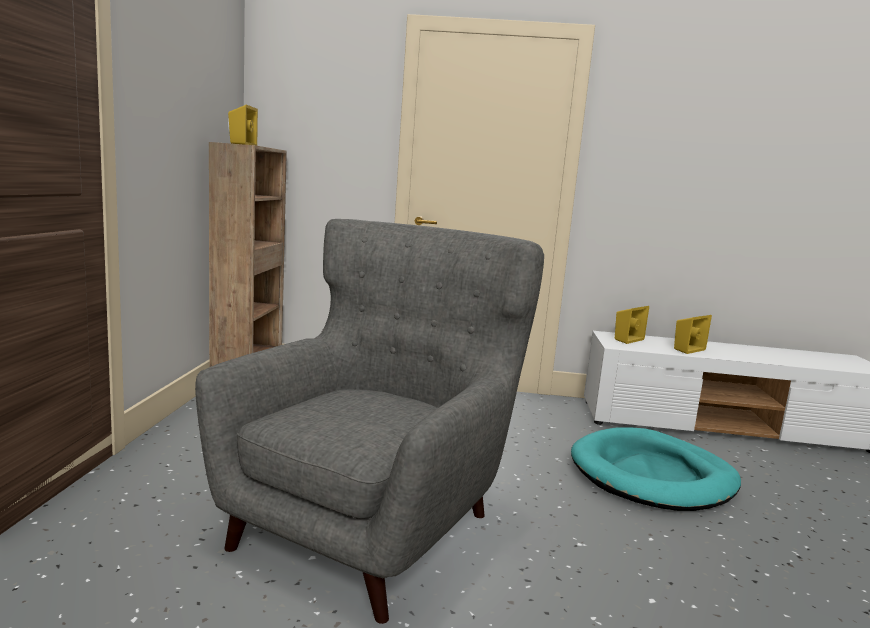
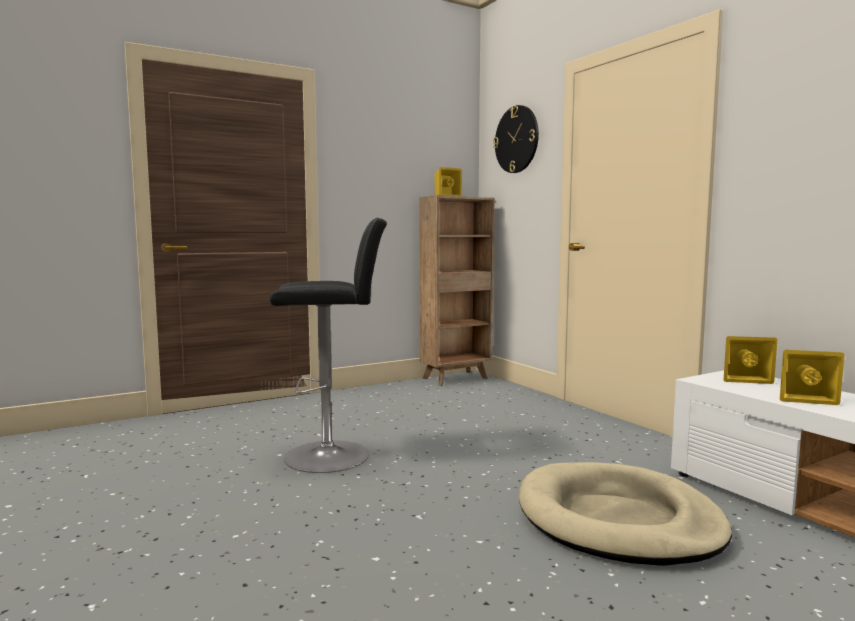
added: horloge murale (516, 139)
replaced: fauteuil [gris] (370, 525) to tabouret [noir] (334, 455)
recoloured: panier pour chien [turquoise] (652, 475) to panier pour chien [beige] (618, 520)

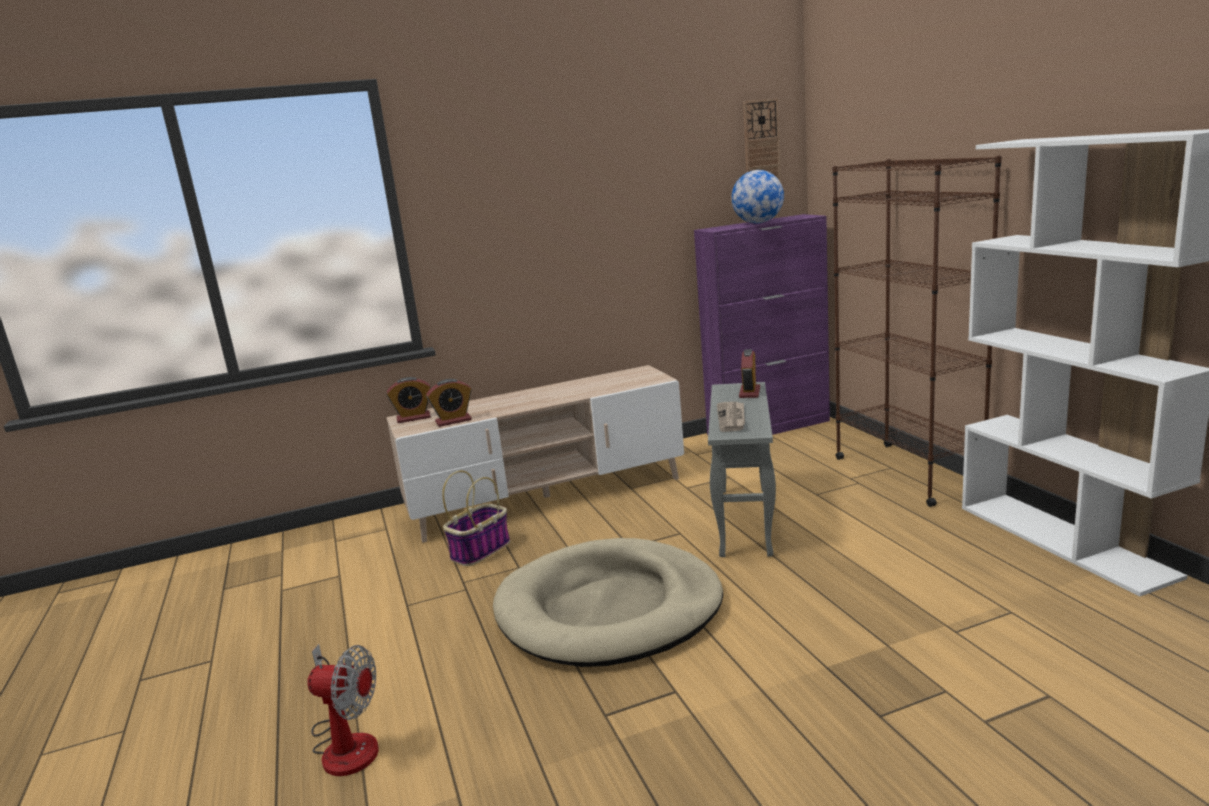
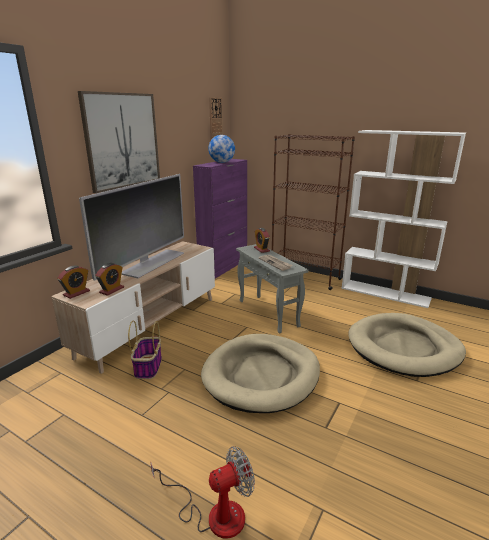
added: tableau (122, 141); téléviseur (152, 263); panier pour chien [beige] (404, 348)

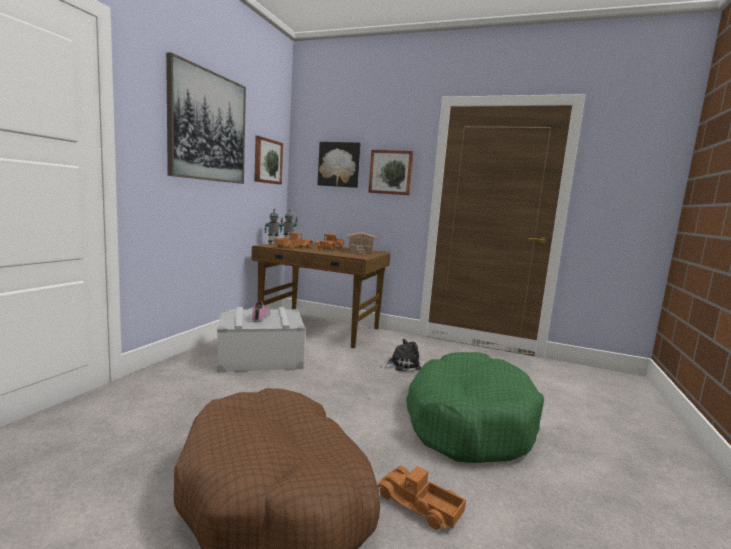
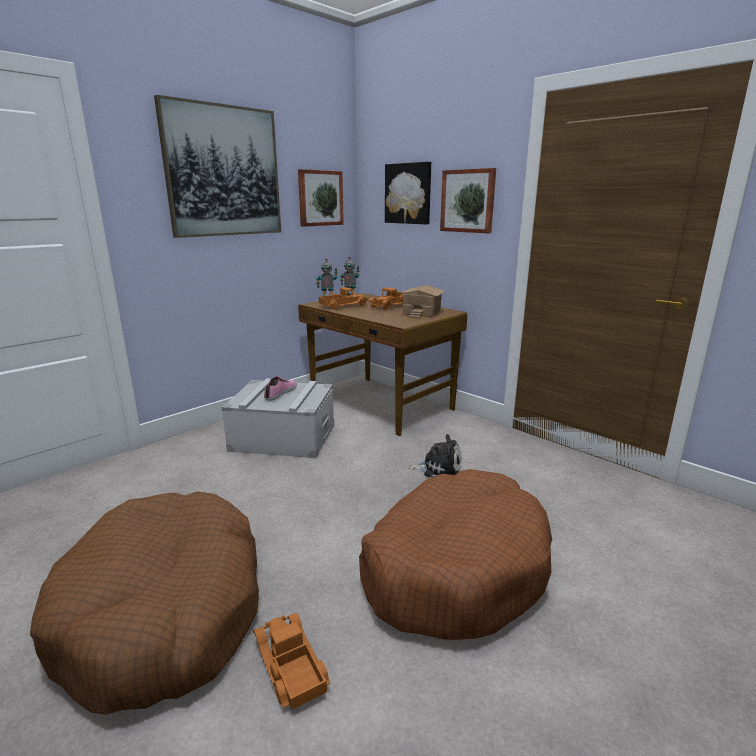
recoloured: panier pour chien [vert] (468, 421) to panier pour chien [marron] (454, 567)

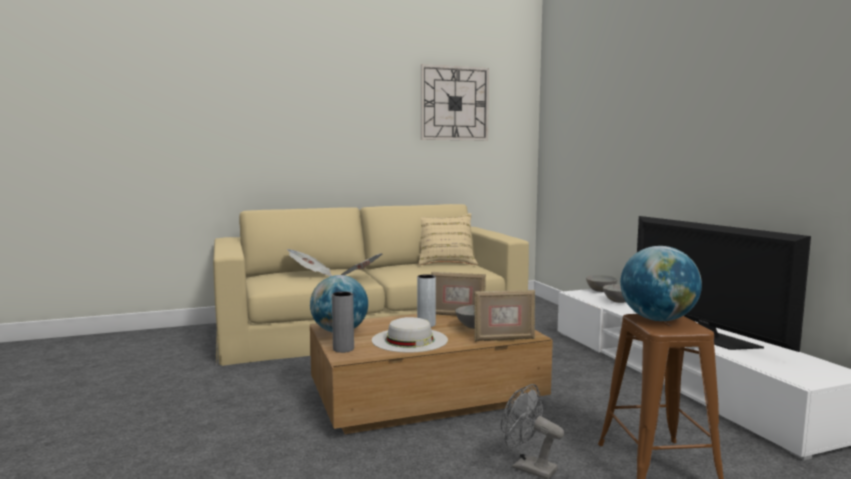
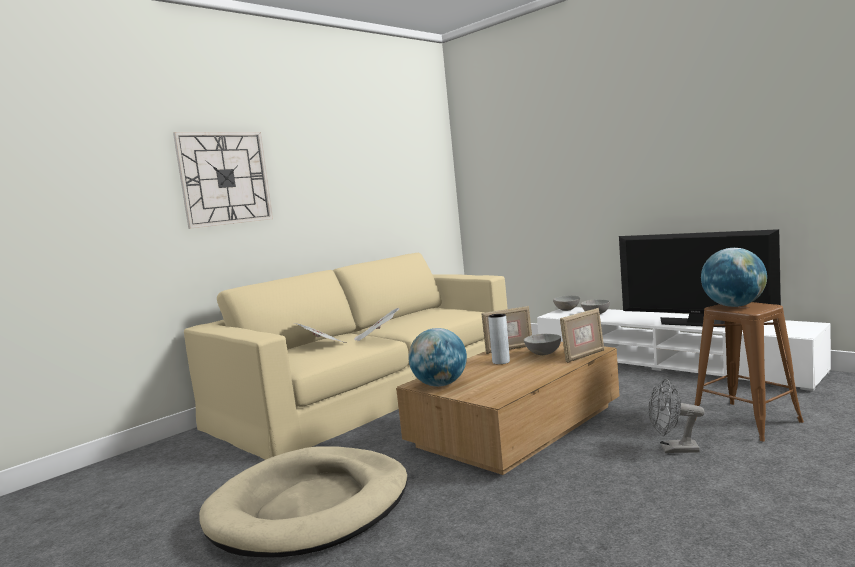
removed: vase [gris] (343, 349); chapeau [blanc] (410, 340); coussin [beige] (445, 262)
added: panier pour chien [beige] (310, 506)
moved: horloge murale (454, 103) to (225, 178)

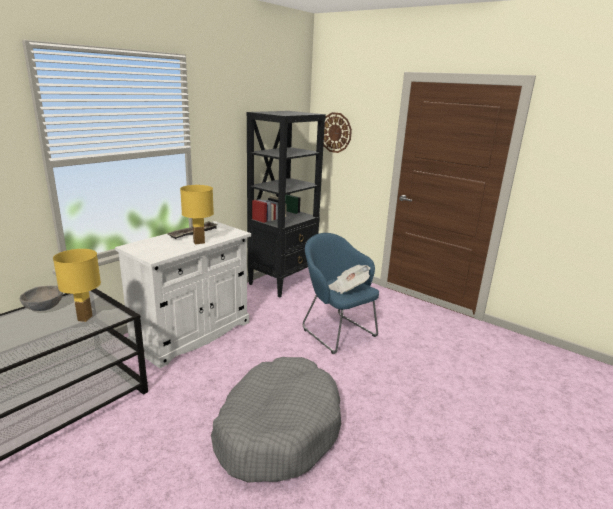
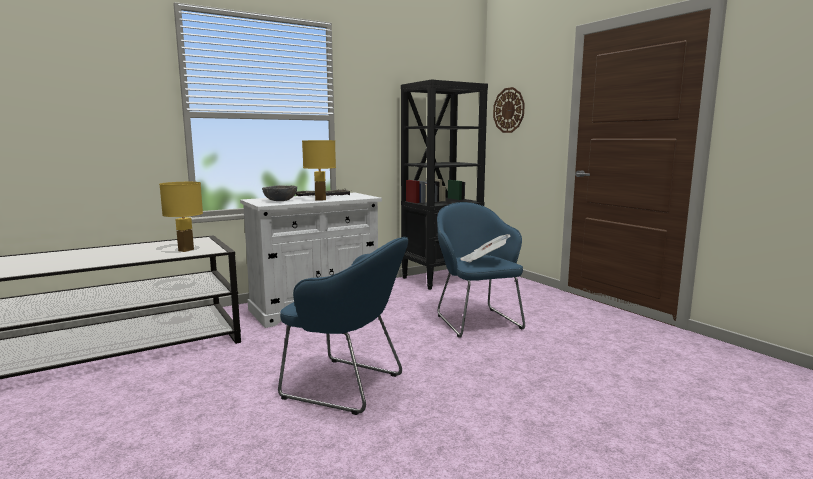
moved: bol [gris] (44, 307) to (280, 200)
replaced: panier pour chien [gris] (277, 429) to fauteuil [bleu] (348, 387)

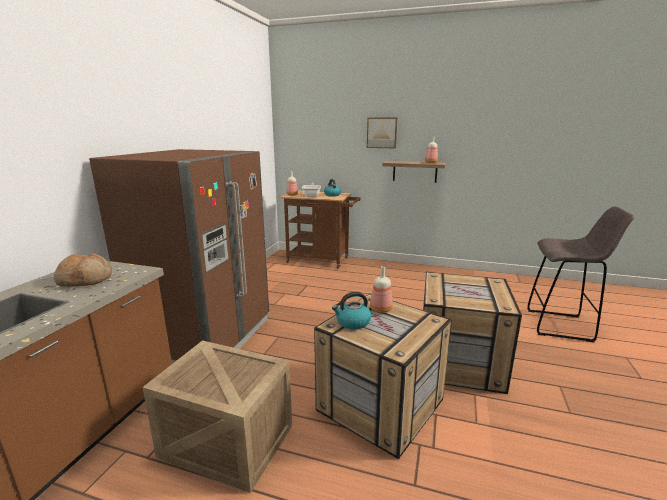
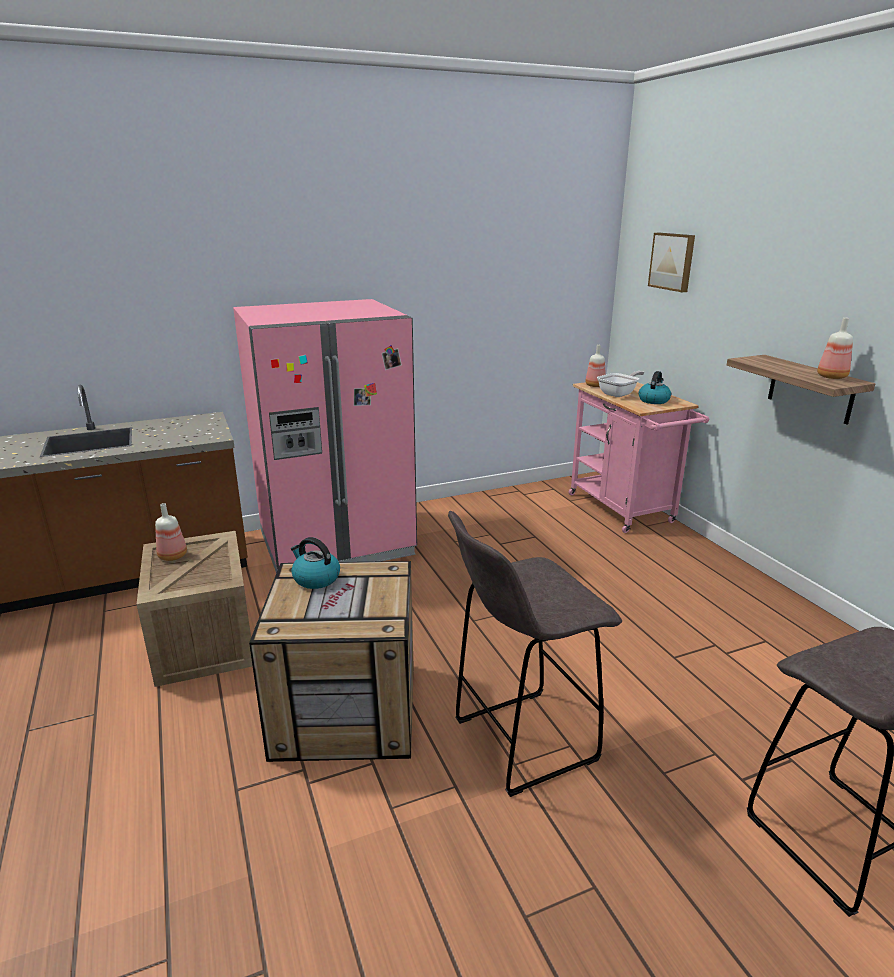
removed: pain (85, 280)
moved: tableau (382, 132) to (672, 261); bouteille (380, 309) to (173, 556)
replaced: caisse (457, 361) to tabouret [gris] (520, 741)
recoloured: réfrigérateur [marron] (206, 338) to réfrigérateur [rose] (336, 544); chariot [marron] (321, 260) to chariot [rose] (625, 511)

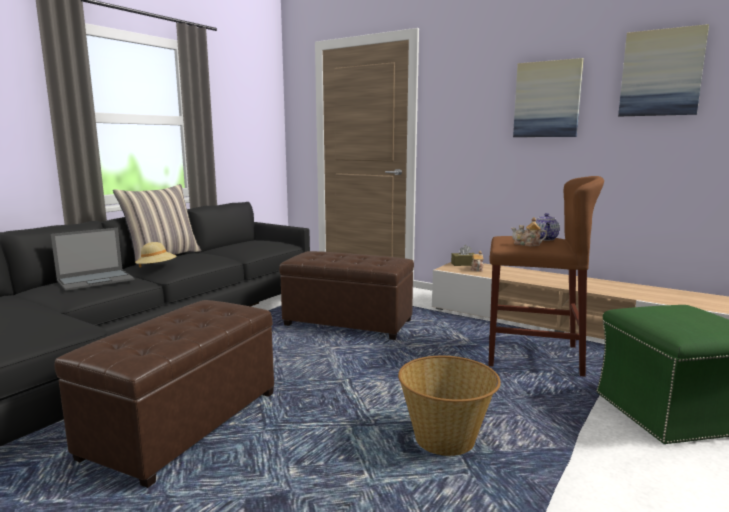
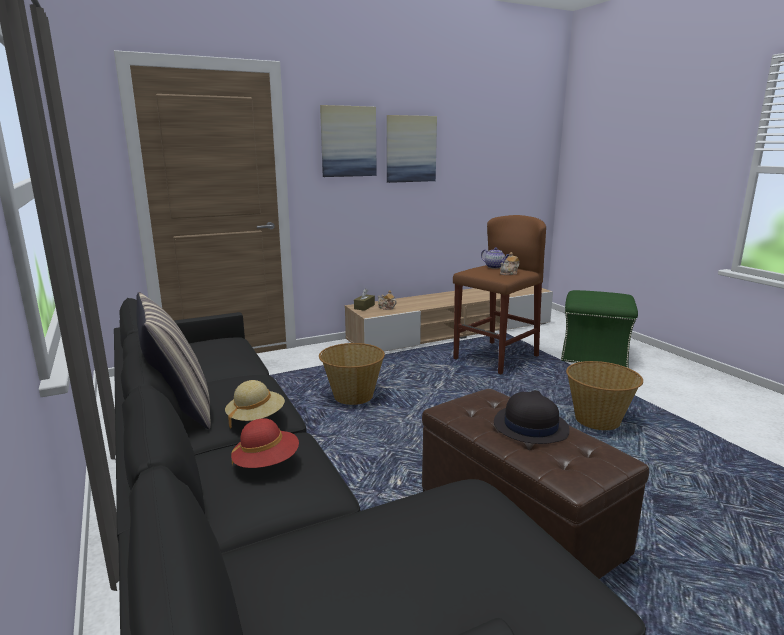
added: chapeau [noir] (530, 426)
moved: tableau (661, 73) to (348, 141)
replaced: ordinateur portable (96, 280) to chapeau [rouge] (266, 463); pouf [marron] (348, 323) to panier (352, 396)

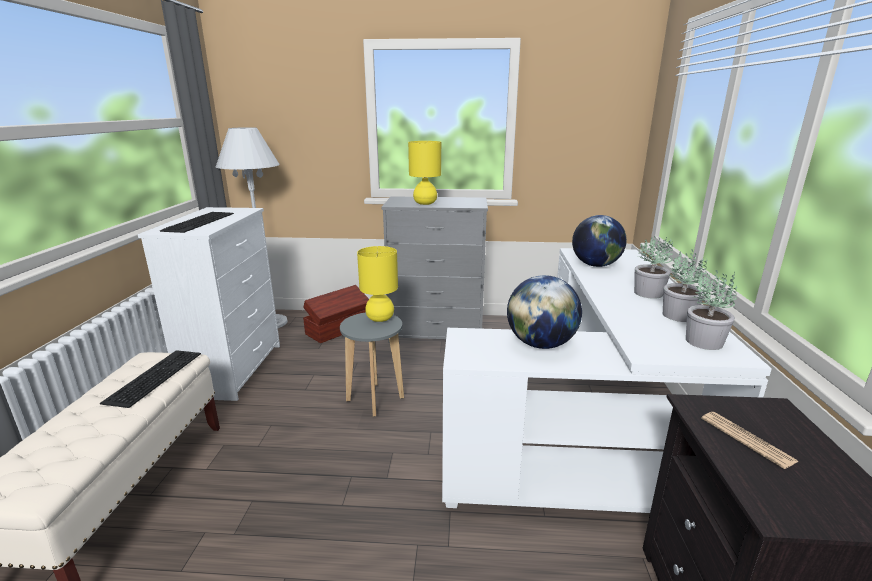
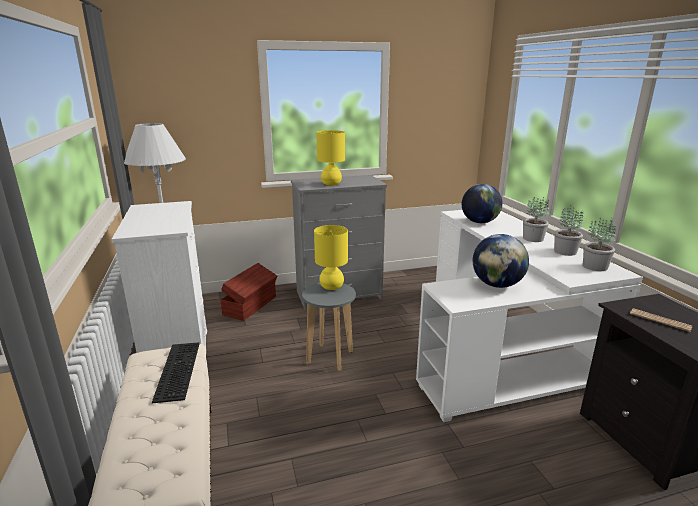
removed: clavier (200, 222)

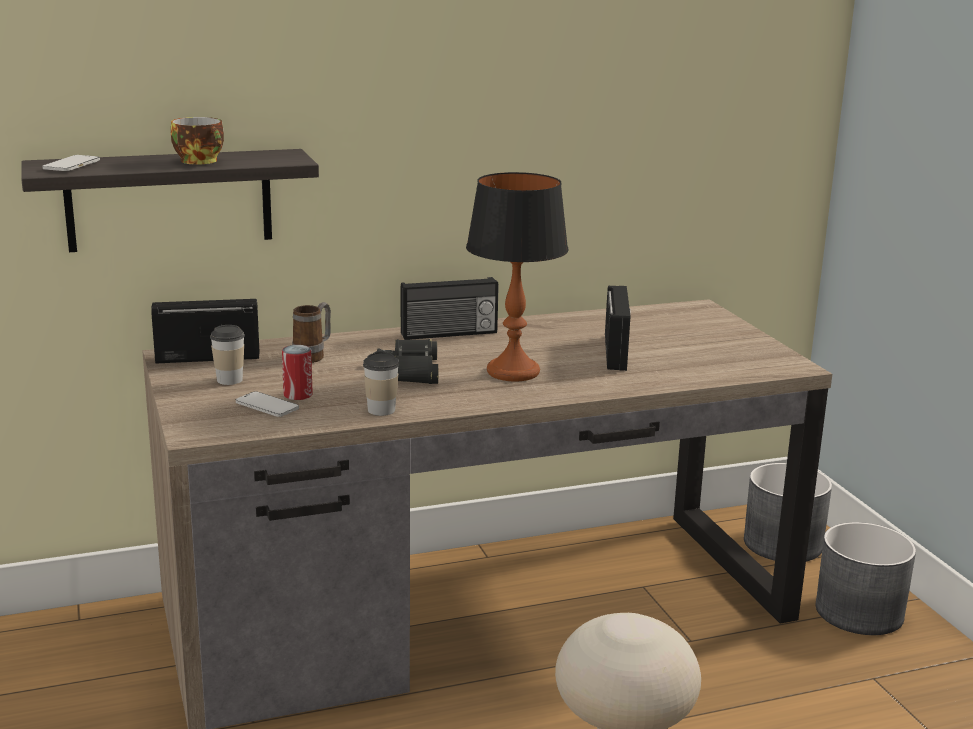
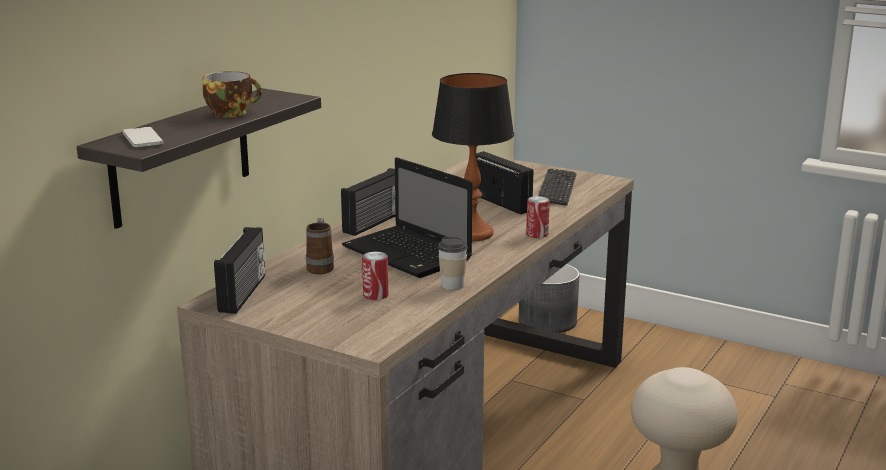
removed: tasse (229, 380); téléphone (267, 406); cache-pot [gris] (860, 612)
added: boîte métallique (537, 234); clavier (557, 189)
replaced: jumelles [noir] (411, 371) to ordinateur portable (409, 254)
turned: radio (207, 357) = (244, 293) 150 degrees clockwise

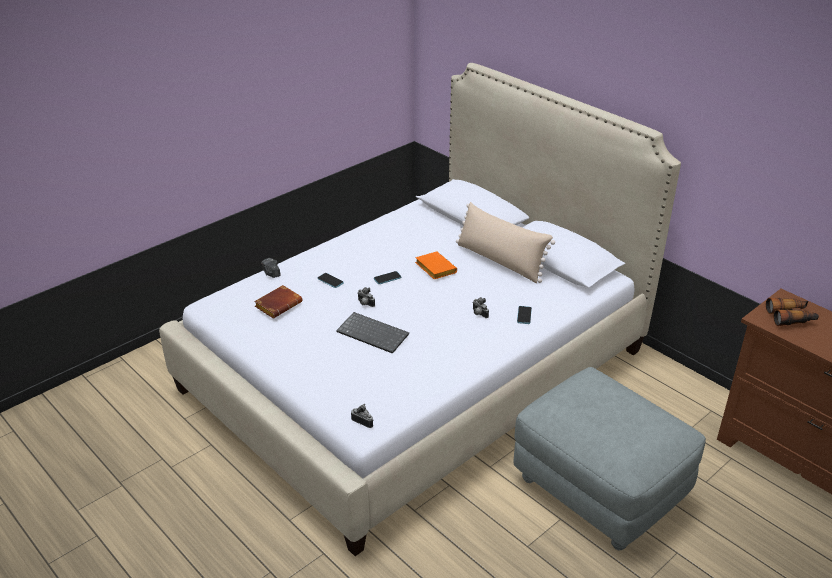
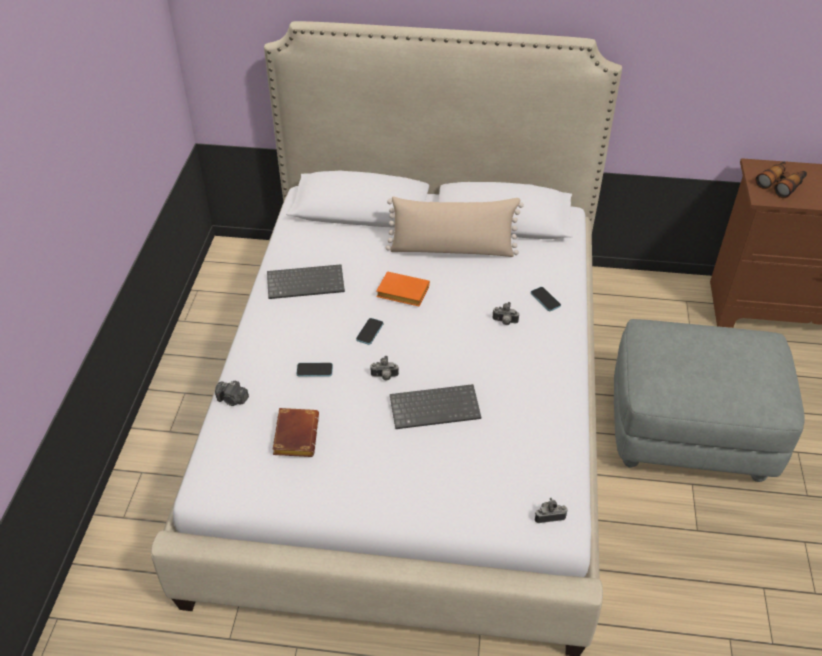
added: clavier (306, 282)

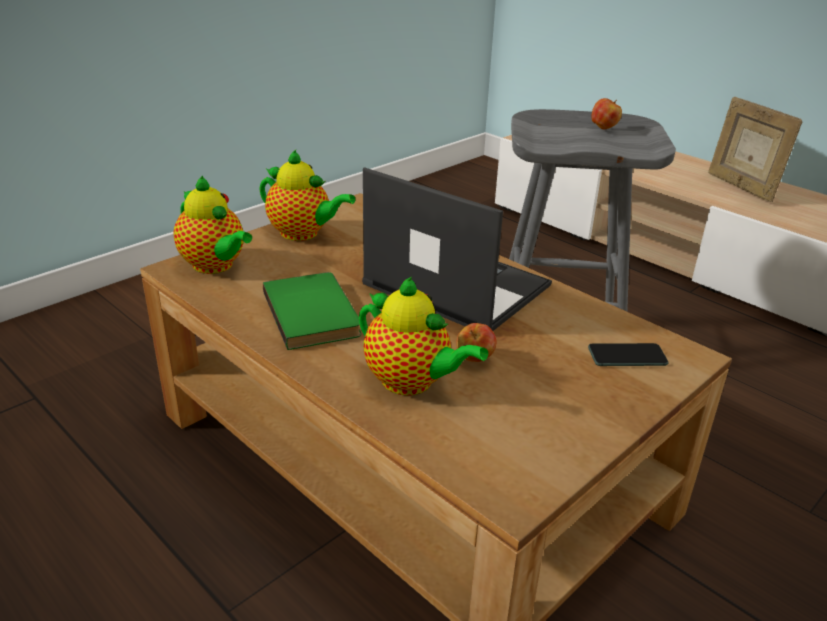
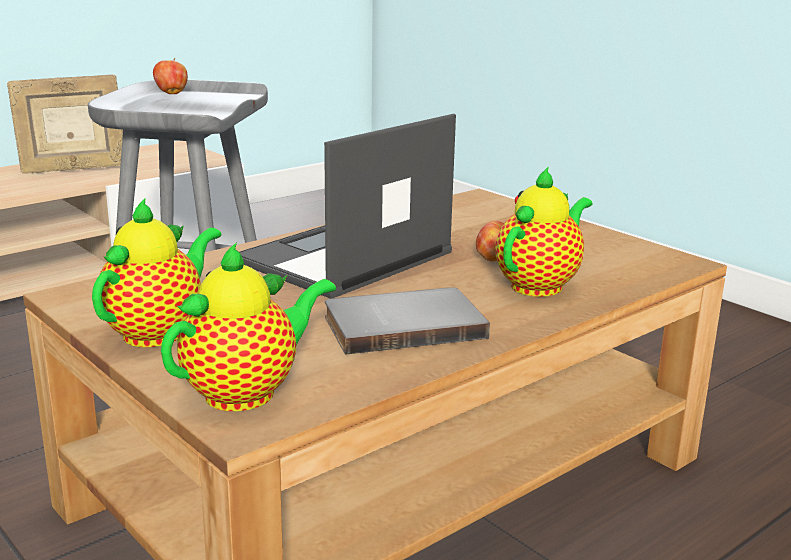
removed: téléphone (627, 356)
recoloured: livre [vert] (315, 313) to livre [gris] (402, 324)

